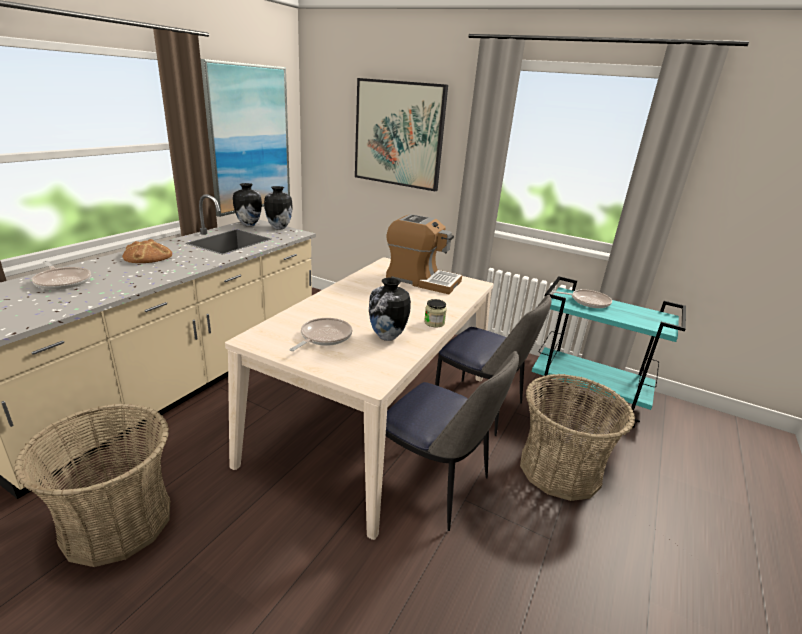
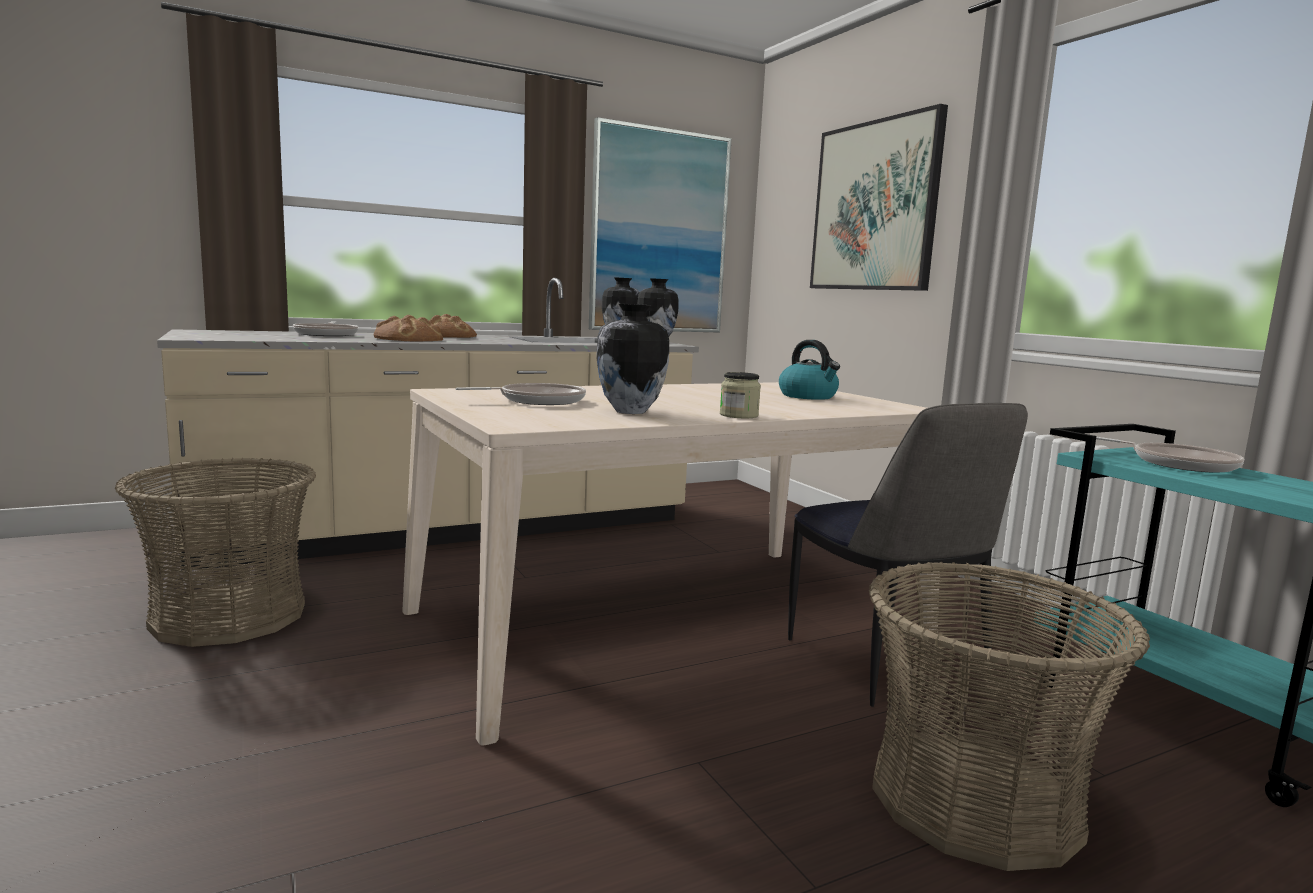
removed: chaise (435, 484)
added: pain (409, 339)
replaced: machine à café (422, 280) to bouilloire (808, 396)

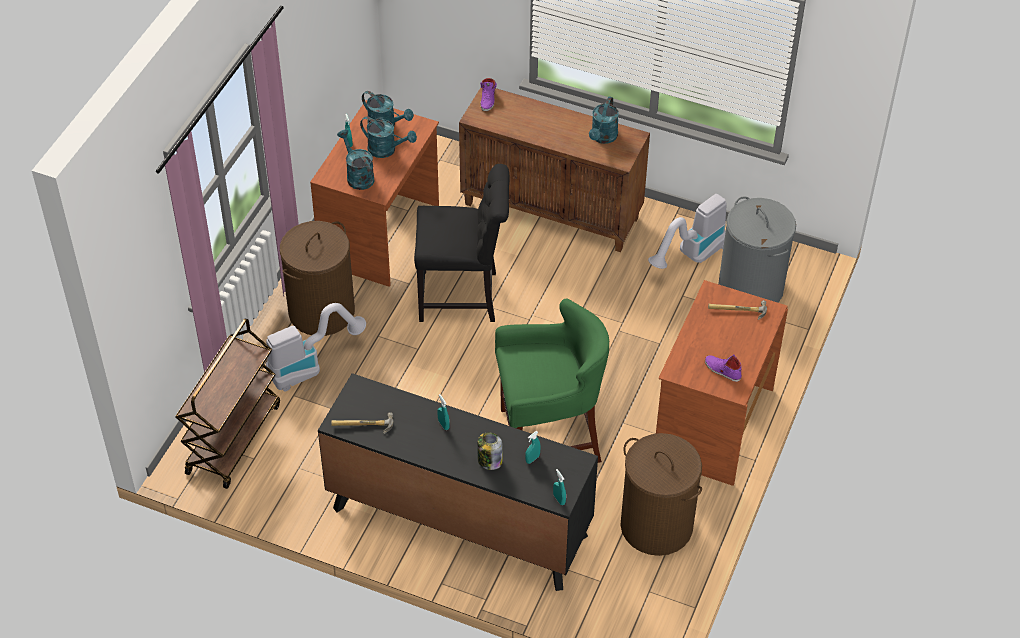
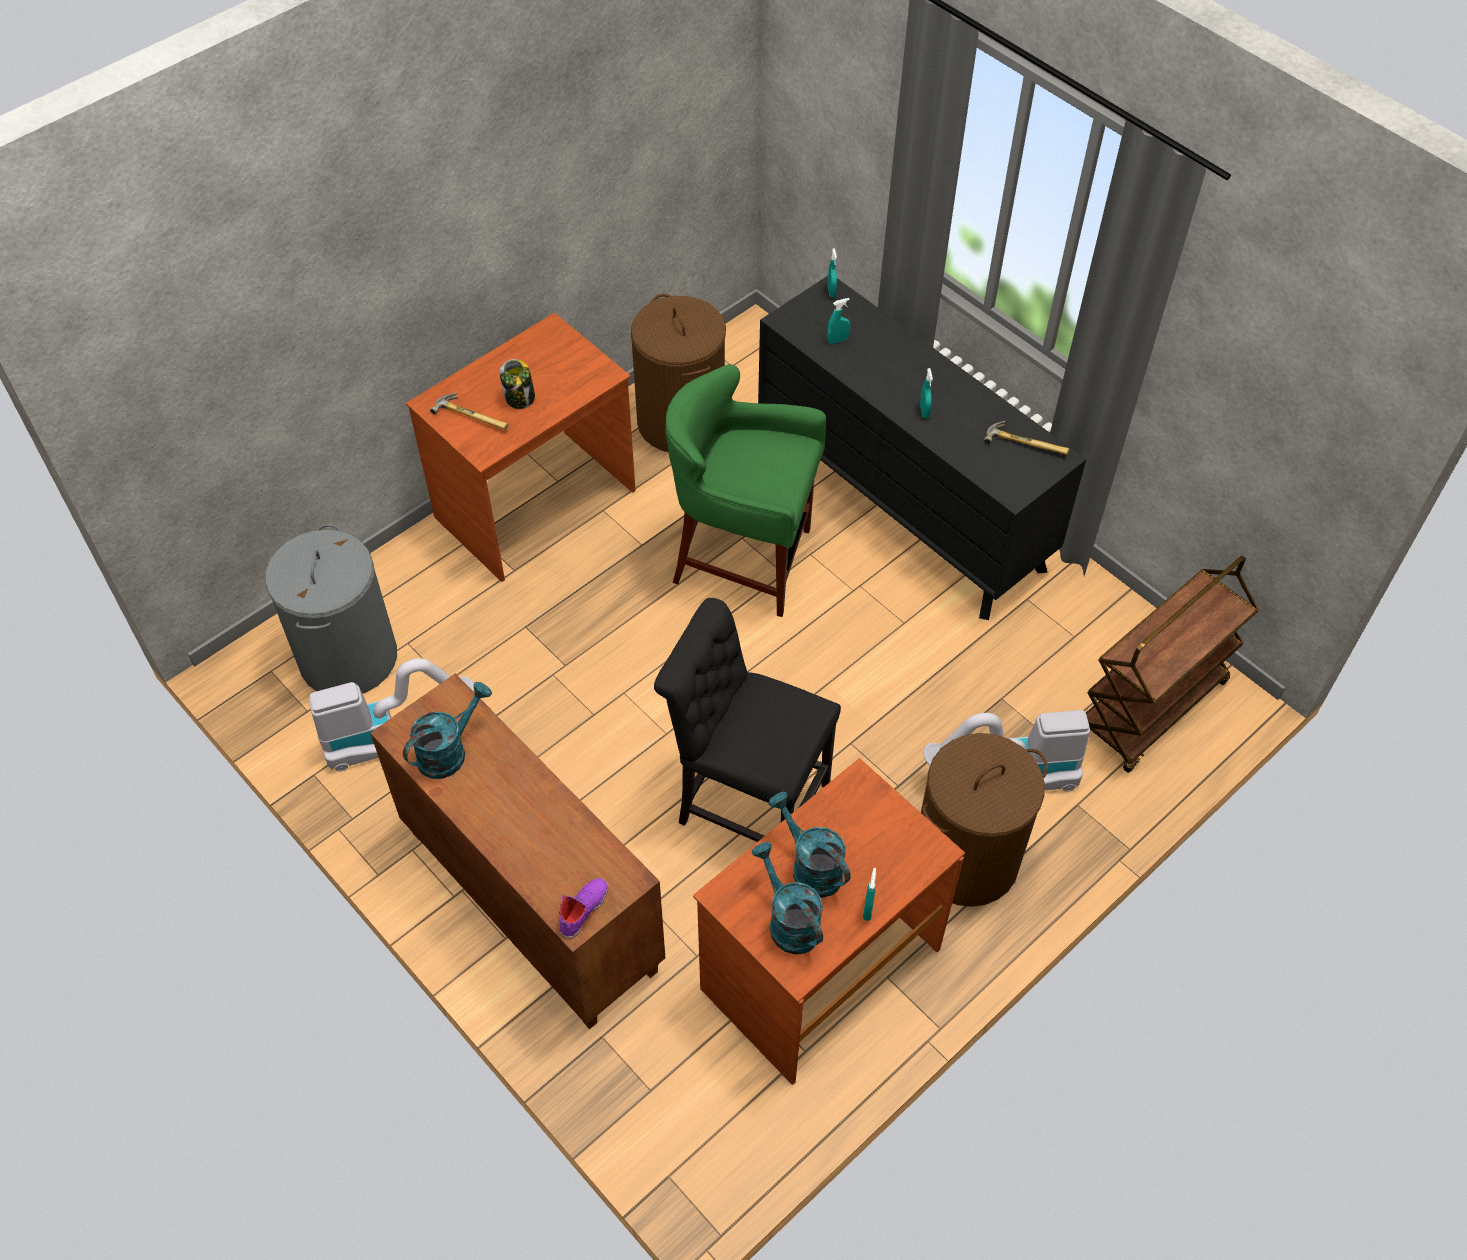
removed: arrosoir [turquoise] (357, 175); chaussure [violet] (722, 370)
moved: bocal (489, 460) to (520, 397)

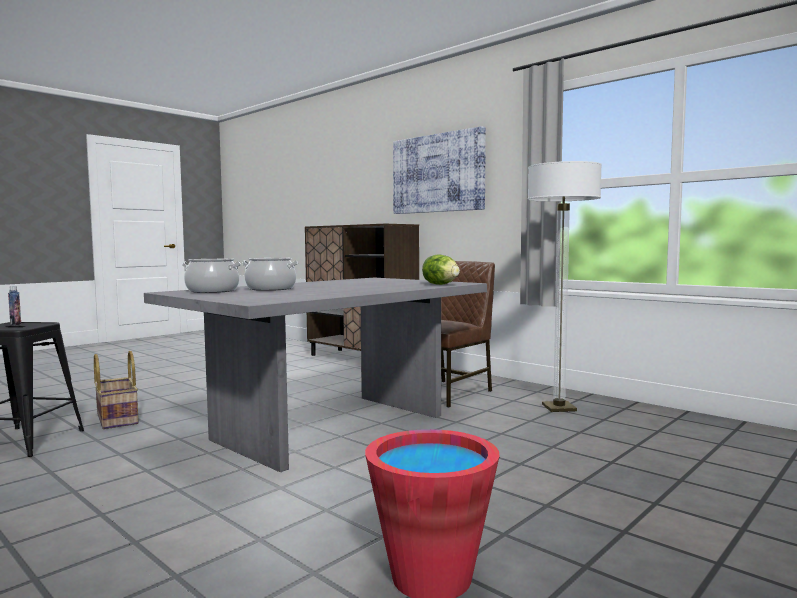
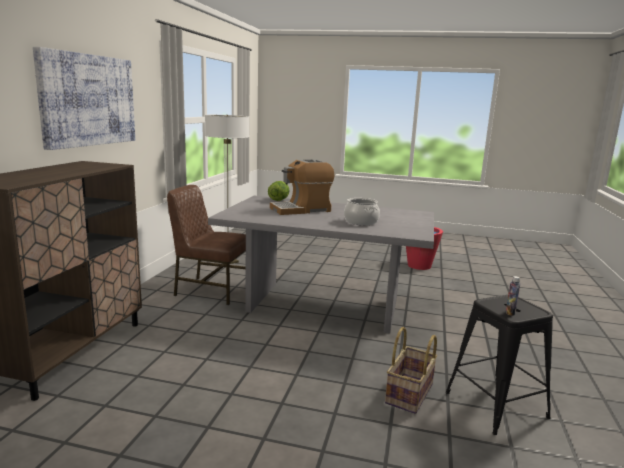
removed: marmite (212, 291)
added: machine à café (301, 210)

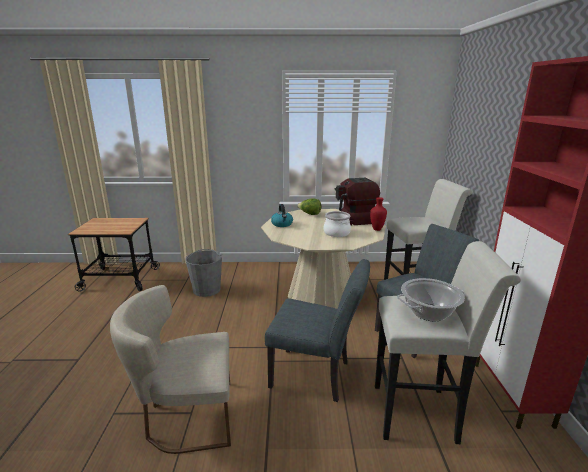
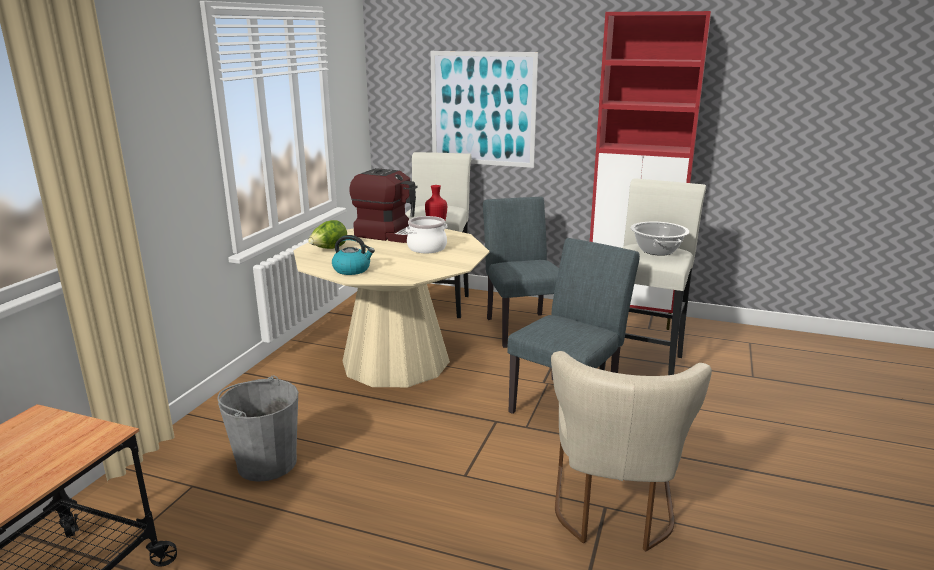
added: tableau (482, 109)
turned: machine à café (352, 221) = (391, 234) 75 degrees counterclockwise

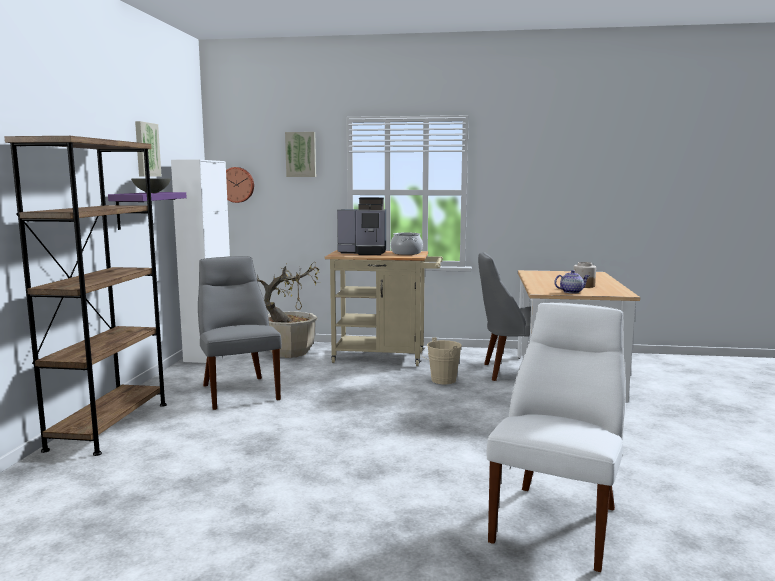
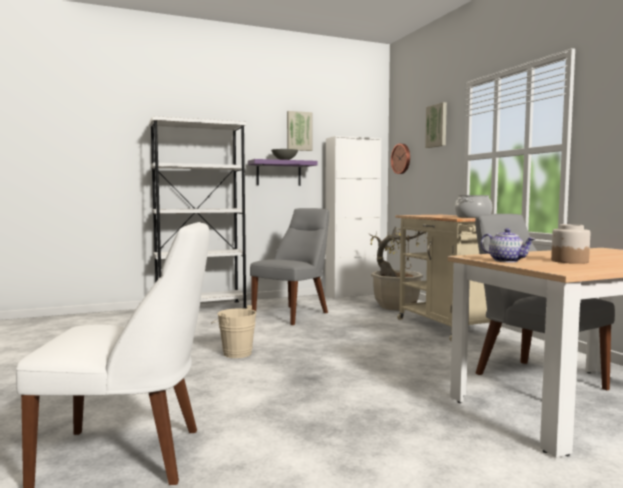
removed: machine à café (364, 252)
moved: seau [beige] (441, 380) to (234, 353)
recoloured: bibliothèque [marron] (109, 426) to bibliothèque [blanc] (201, 308)

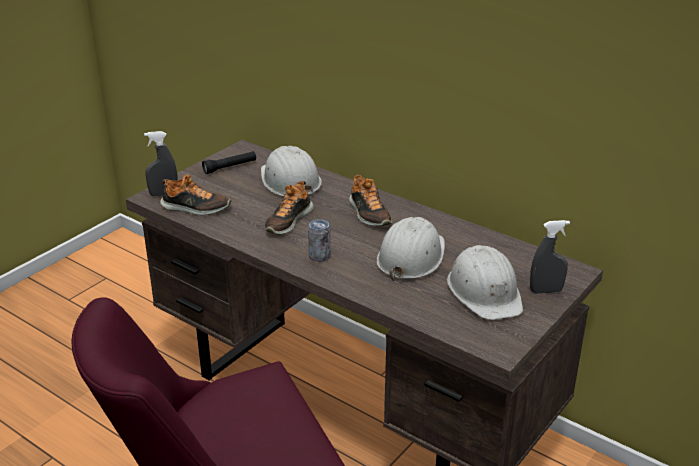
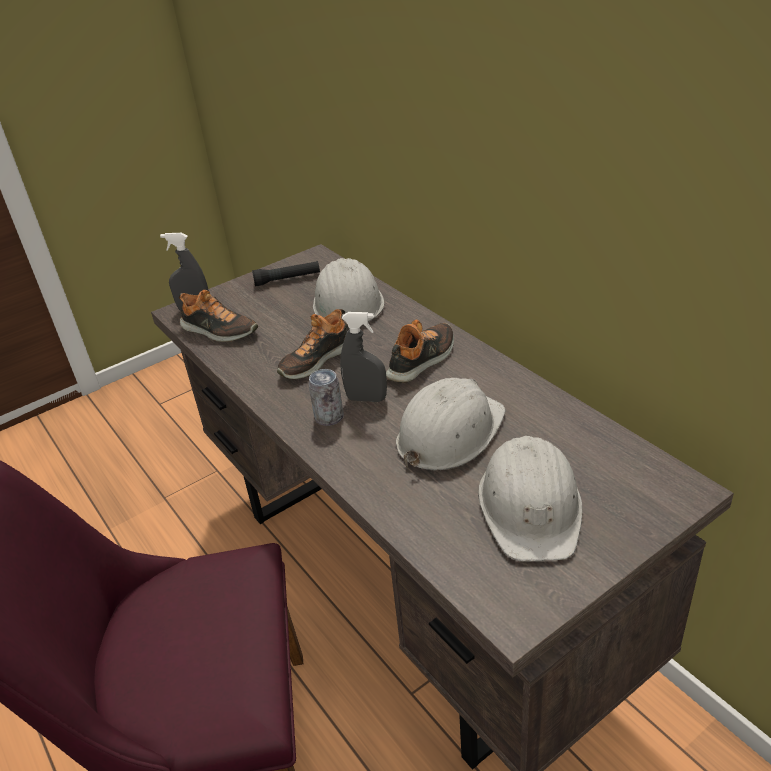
moved: vaporisateur [gris] (546, 291) to (366, 399)
turned: chaussure (368, 214) = (422, 360) 135 degrees counterclockwise

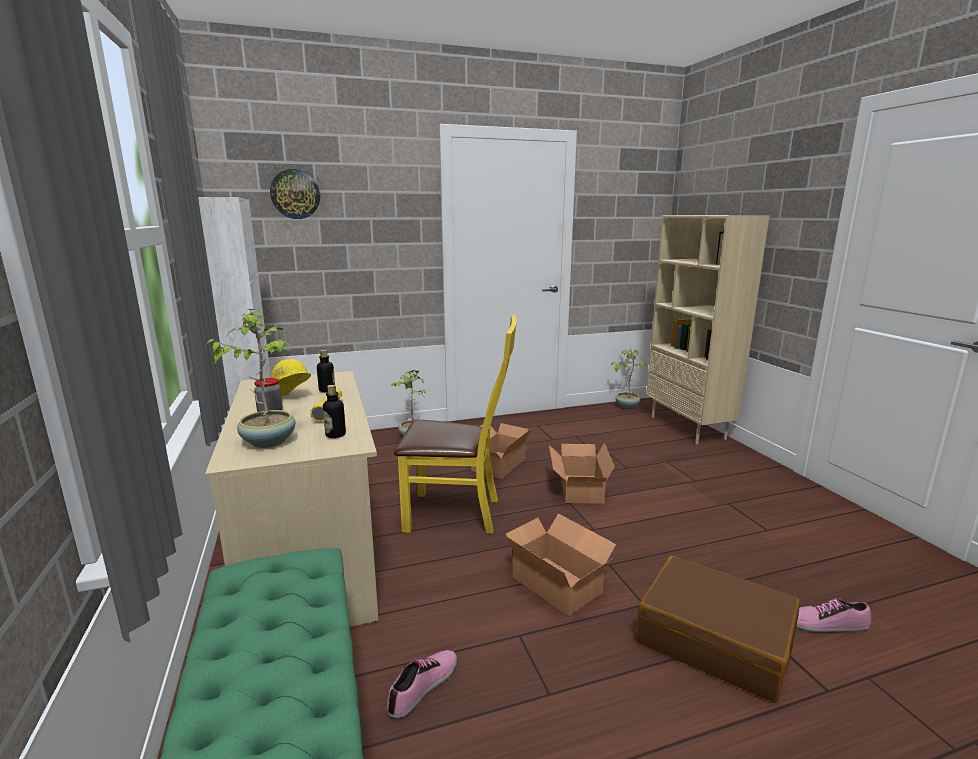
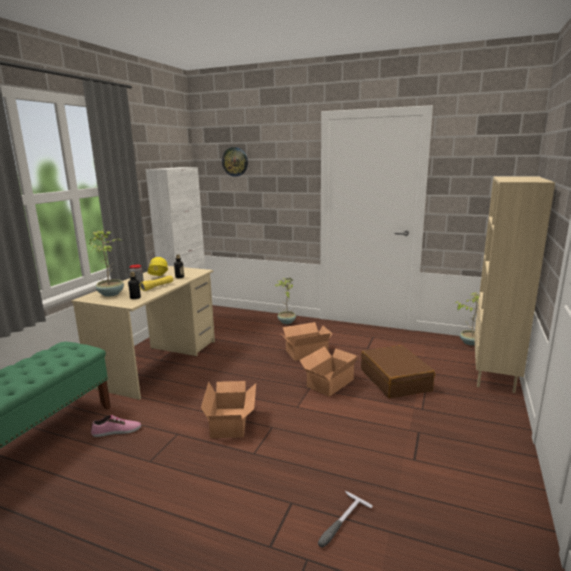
removed: chaise [jaune] (459, 513)
moved: valise [marron] (714, 639) to (395, 380)
replaced: chaussure (826, 623) to marteau (340, 523)

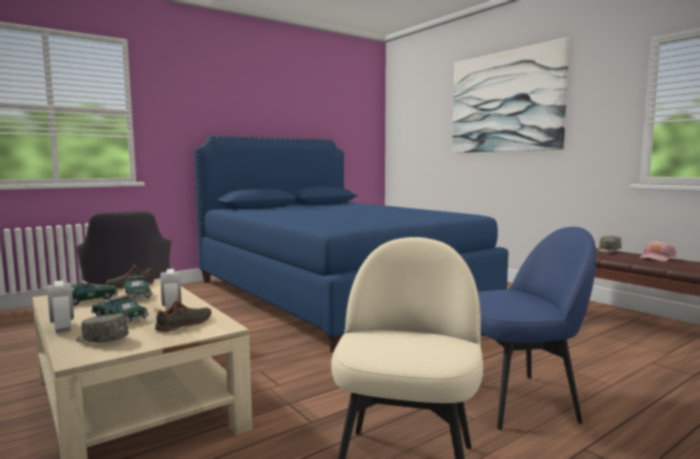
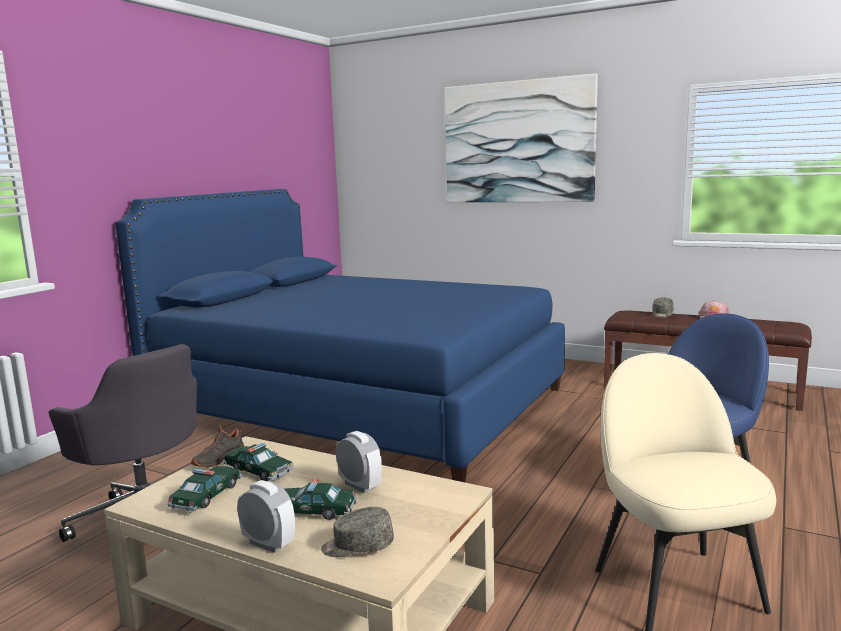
removed: chaussure [noir] (185, 325)

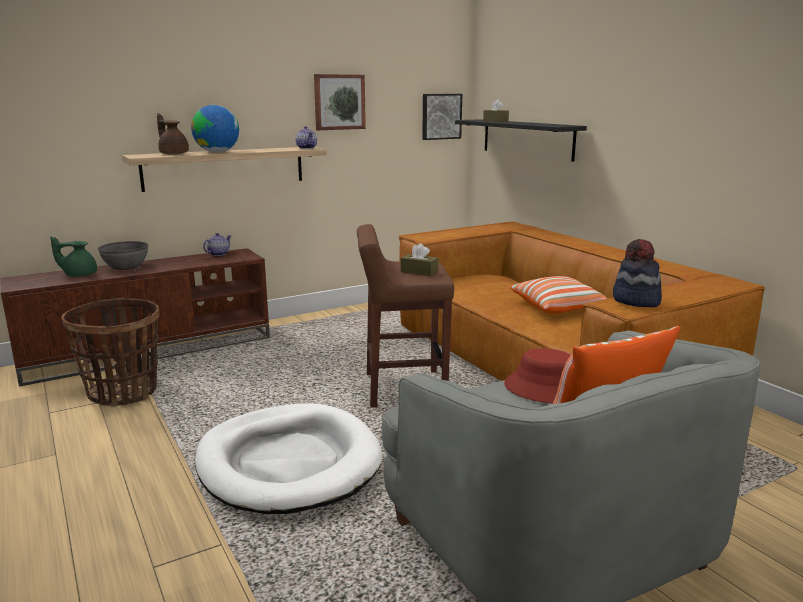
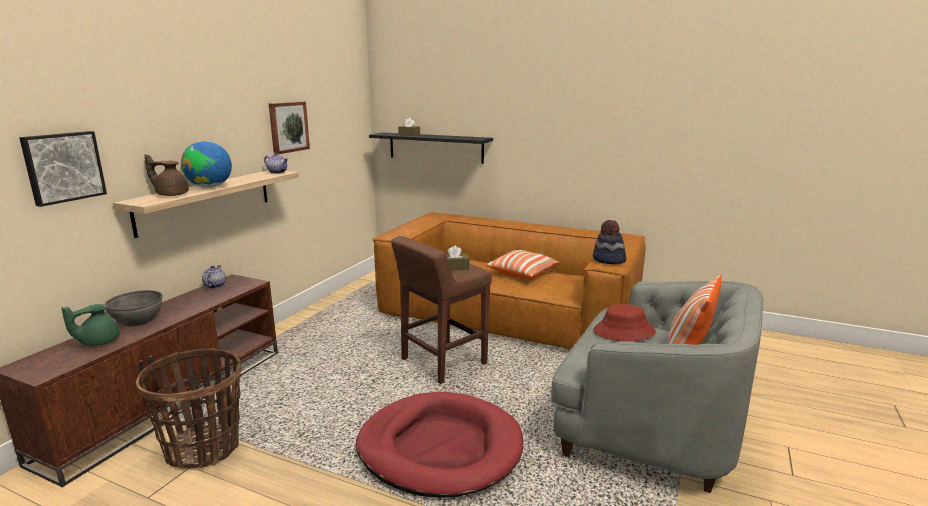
moved: tableau (441, 116) to (63, 167)
recoloured: panier pour chien [blanc] (288, 463) to panier pour chien [rouge] (440, 448)

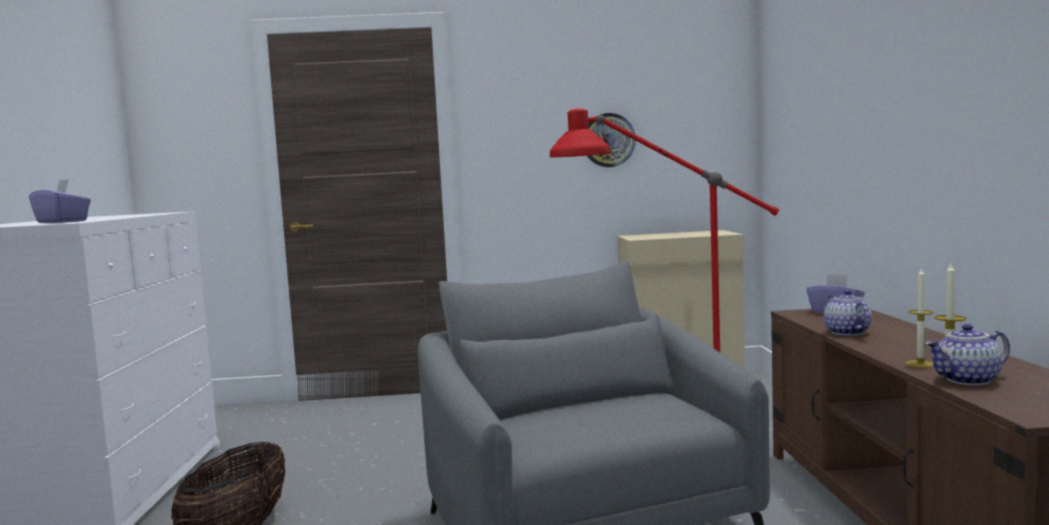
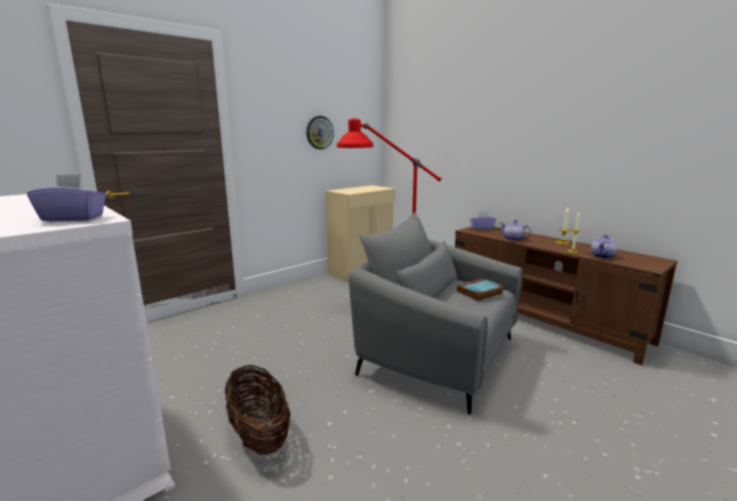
added: livre (479, 293)

